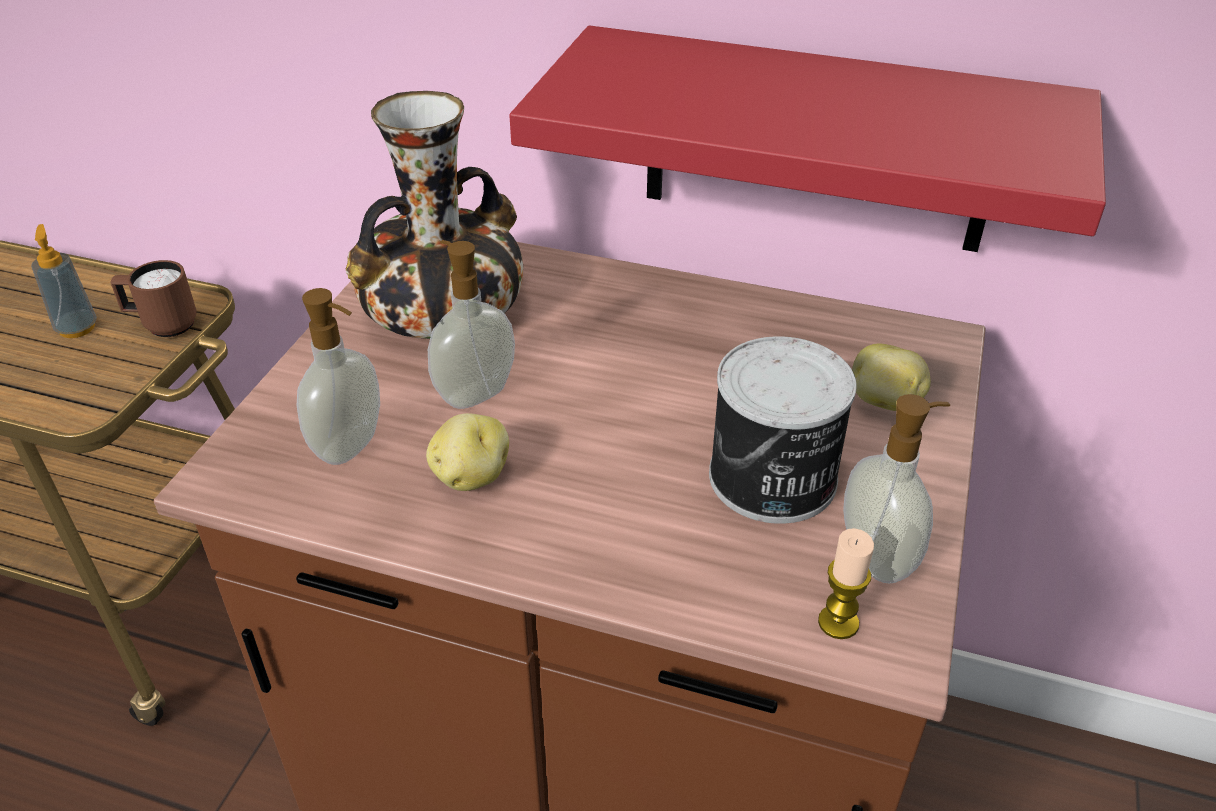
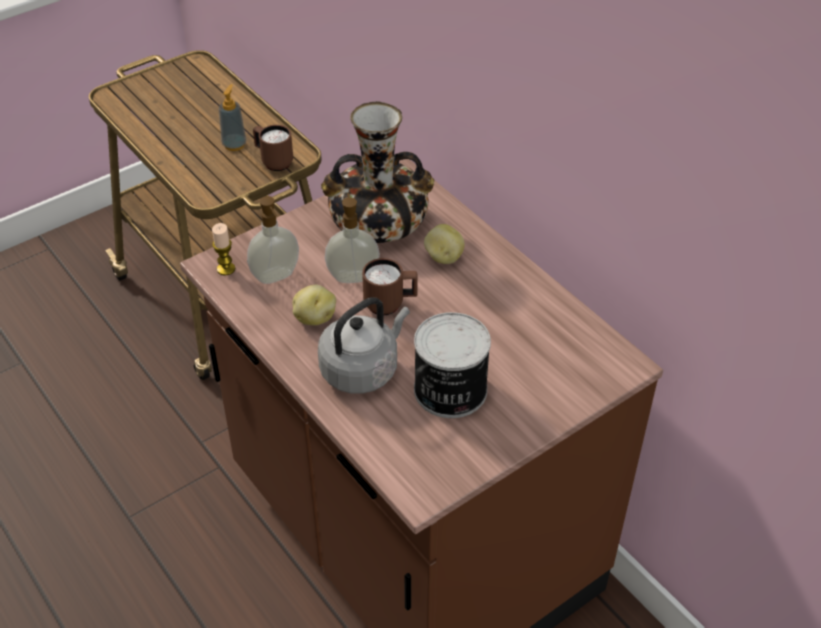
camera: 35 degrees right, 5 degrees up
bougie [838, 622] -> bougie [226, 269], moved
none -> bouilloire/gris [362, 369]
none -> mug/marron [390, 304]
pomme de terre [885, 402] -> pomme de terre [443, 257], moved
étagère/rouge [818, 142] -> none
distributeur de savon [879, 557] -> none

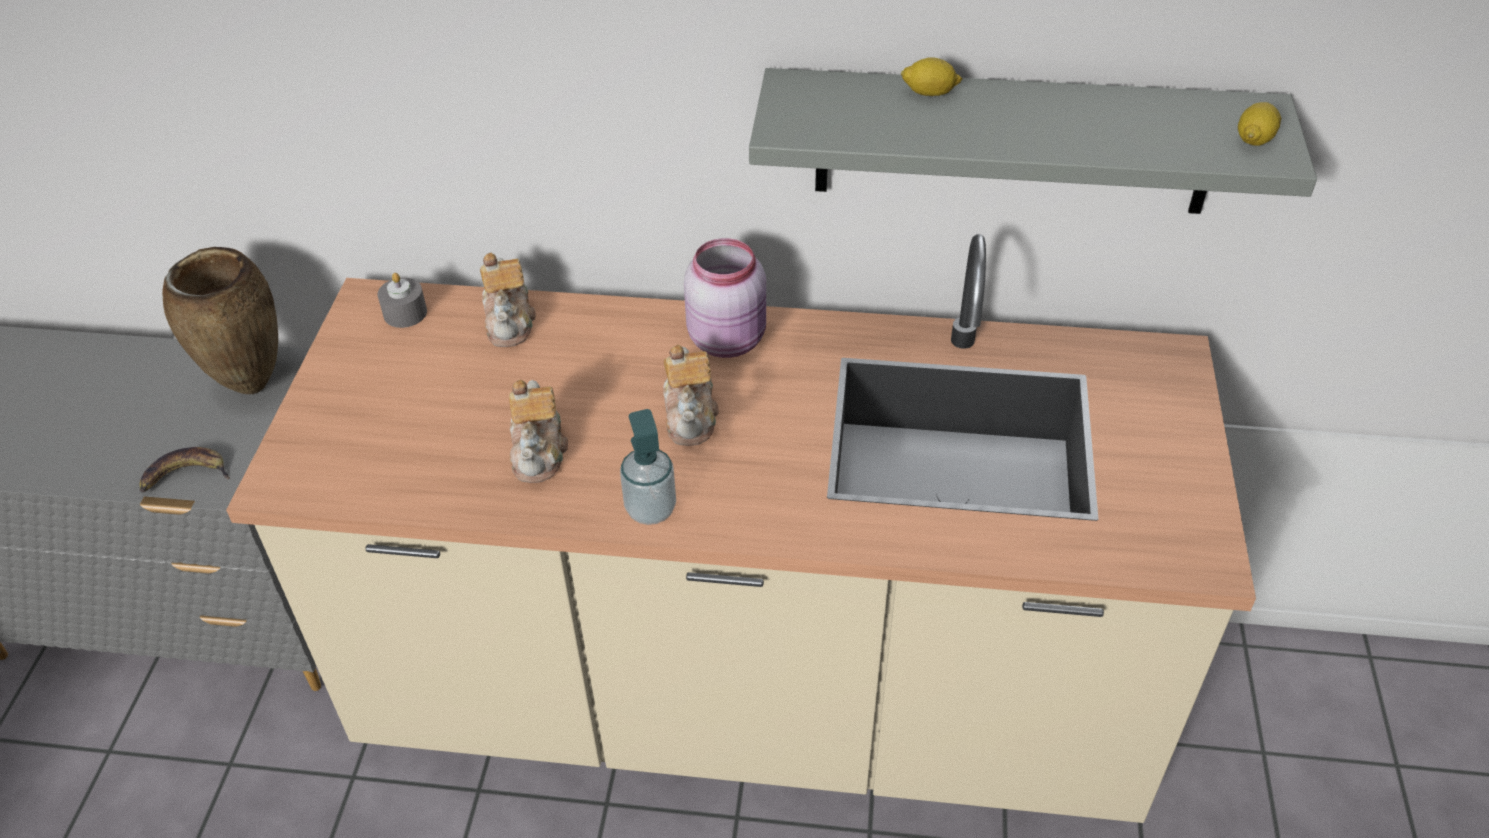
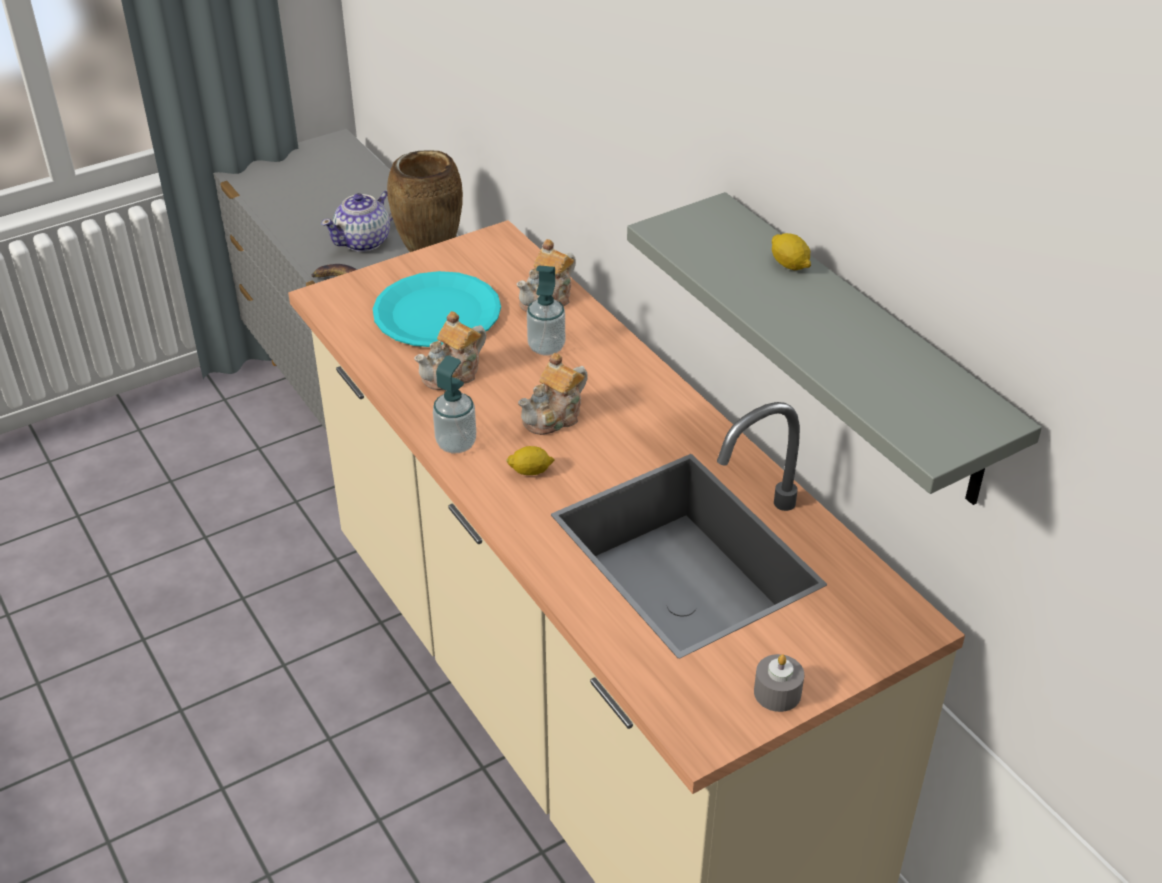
camera: 50 degrees right, 5 degrees down
none -> théière [364, 241]
none -> assiette/turquoise [437, 313]
citron [1254, 140] -> citron [530, 471], moved
none -> distributeur de savon [546, 347]
bougie/gris [405, 313] -> bougie/gris [777, 693], moved
bocal/rose [729, 339] -> none

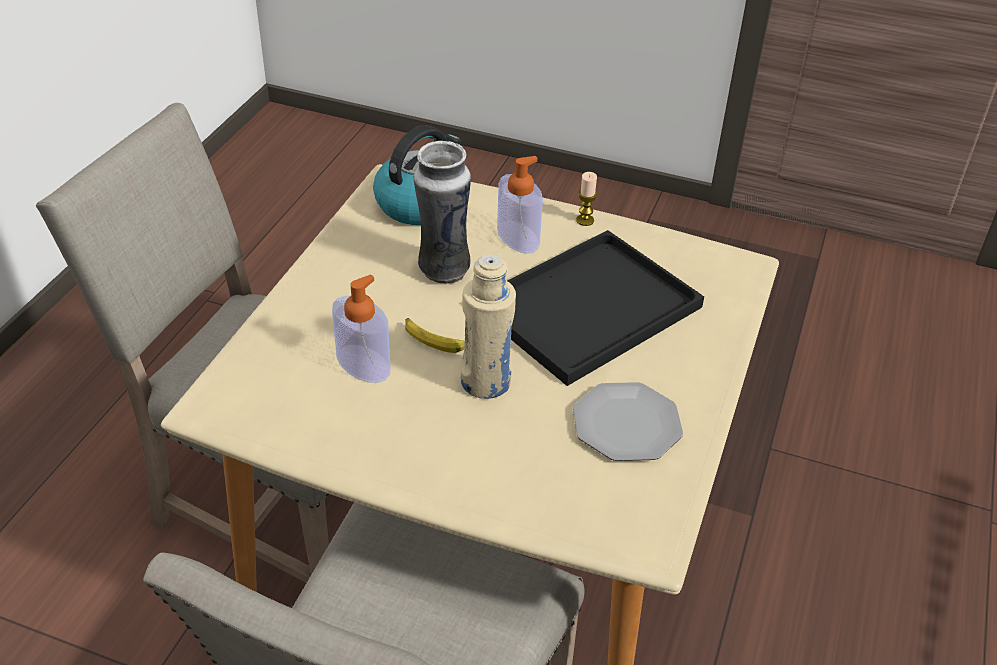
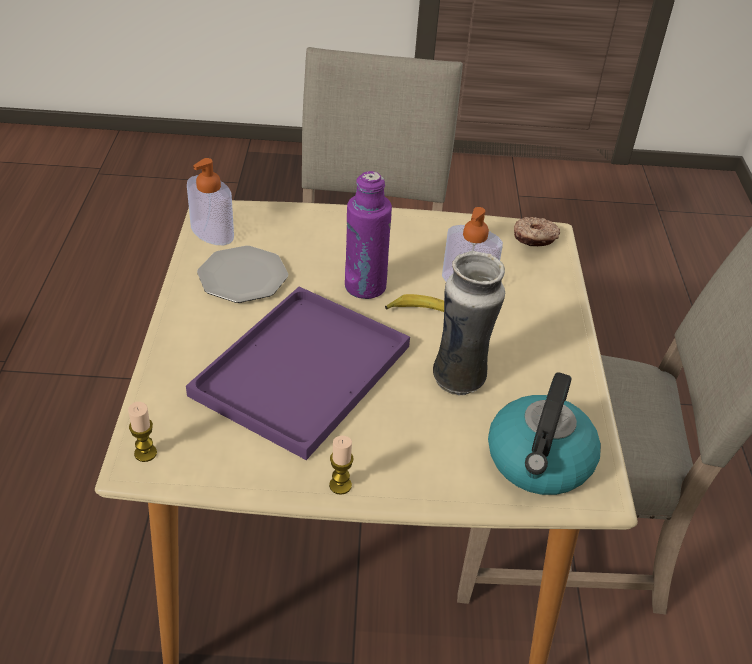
camera: 160 degrees right, 0 degrees up
none -> bougie [145, 453]
plateau/noir [589, 305] -> plateau/violet [301, 373]
distributeur de savon [518, 237] -> distributeur de savon [212, 232], moved
bouteille/beige [486, 382] -> bouteille/violet [365, 286]
none -> beignet [534, 238]

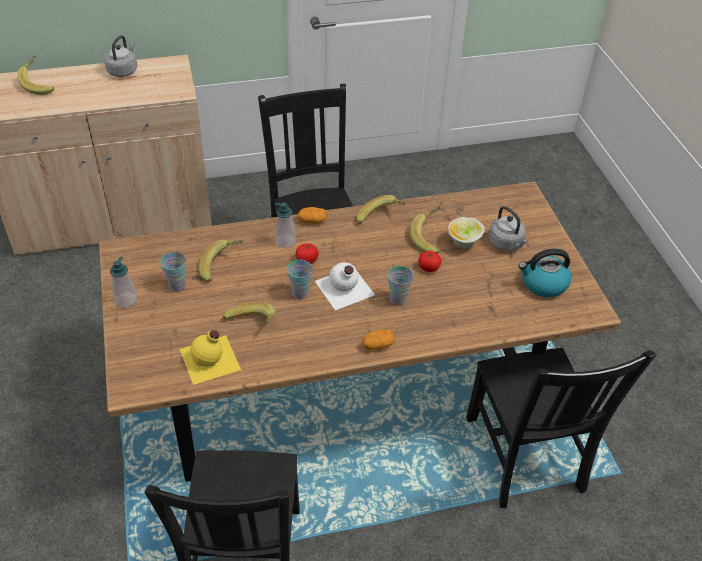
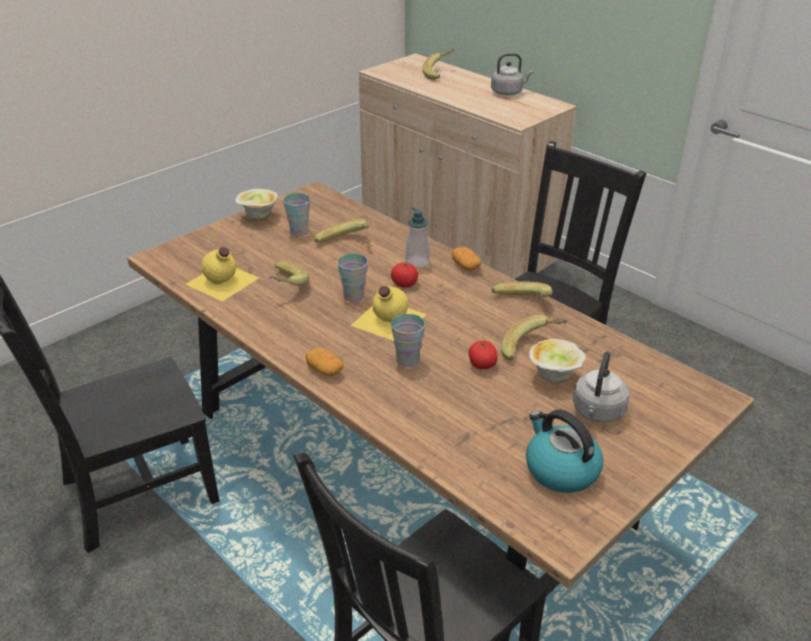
camera: 60 degrees right, 10 degrees down
distributeur de savon [125, 300] -> bol [258, 217]
bouteille/blanc [344, 288] -> bouteille/jaune [387, 320]

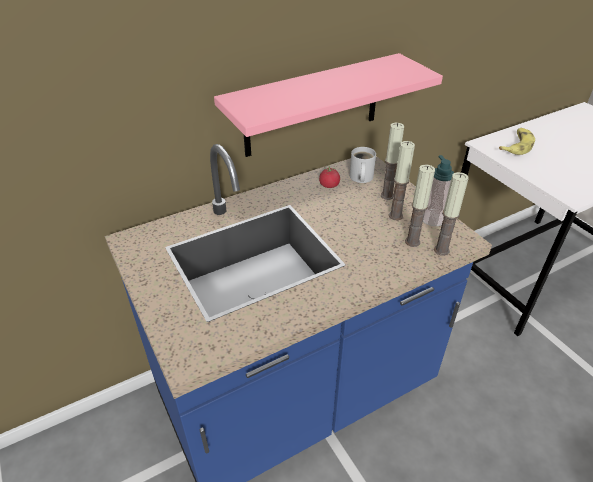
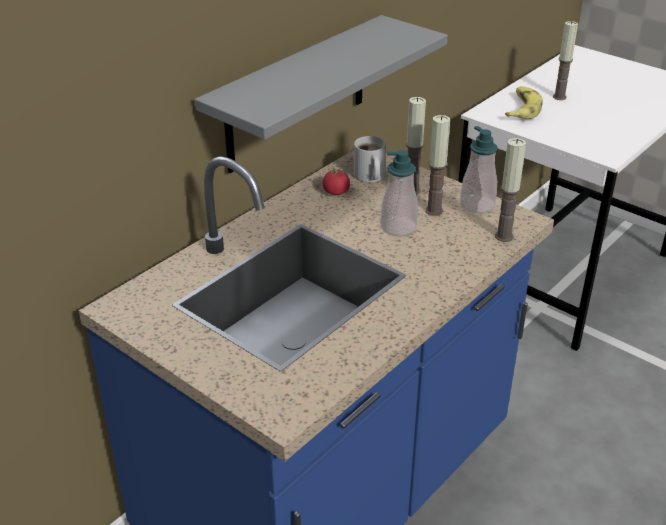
camera: 20 degrees left, 5 degrees down
étagère/rose [313, 106] -> étagère/gris [297, 94]
none -> distributeur de savon [398, 227]
bougie [412, 242] -> bougie [559, 97], moved

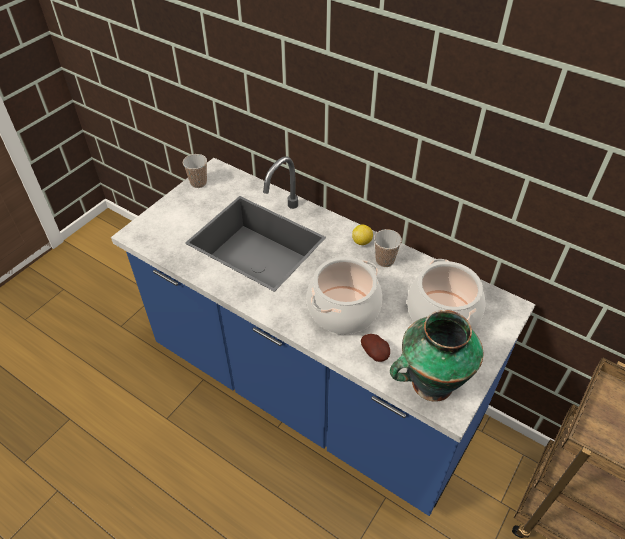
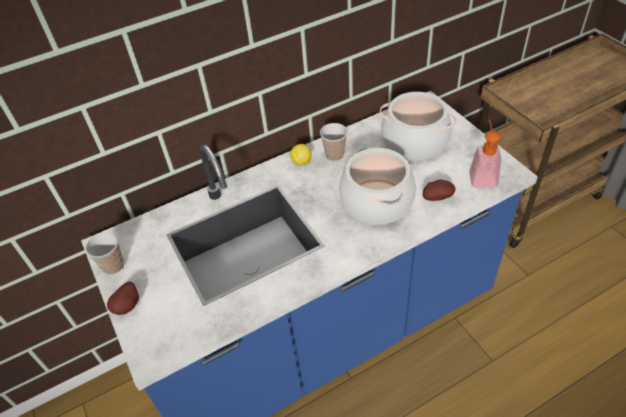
camera: 60 degrees left, 0 degrees up
none -> pomme de terre [129, 306]
vase [430, 384] -> distributeur de savon [482, 175]

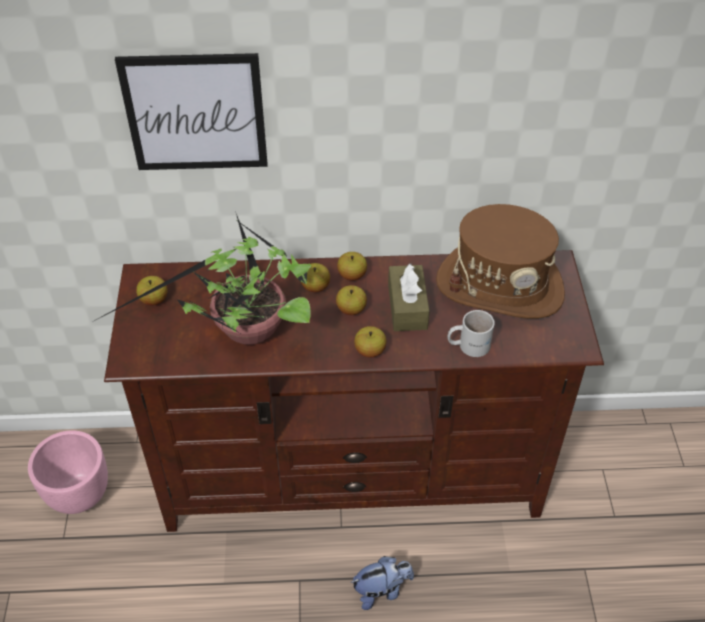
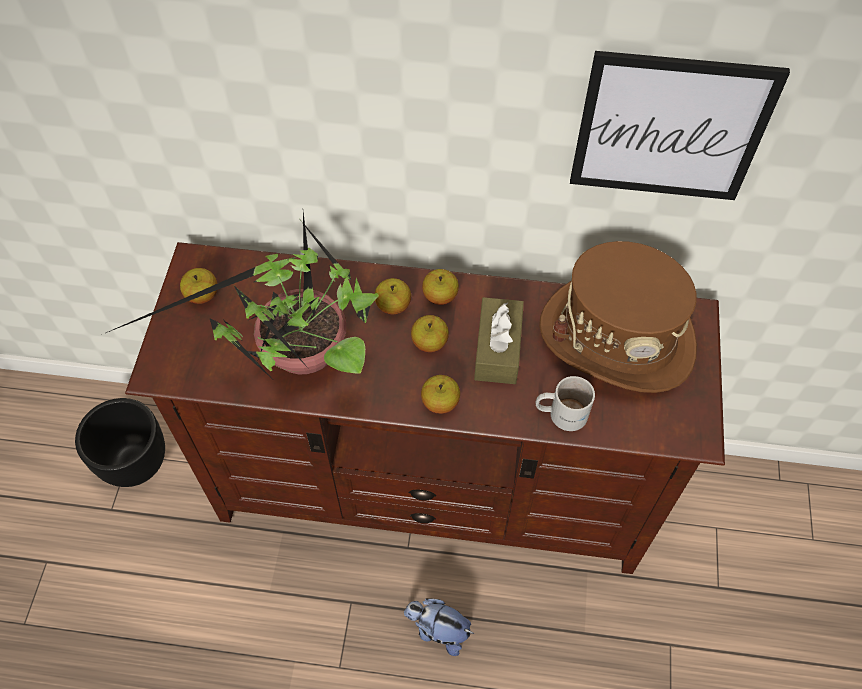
camera: 10 degrees right, 10 degrees up
cache-pot/rose [79, 495] -> cache-pot/noir [135, 463]
peluche [381, 591] -> peluche [438, 630], 150 degrees counterclockwise
tableau [195, 113] -> tableau [670, 128], moved

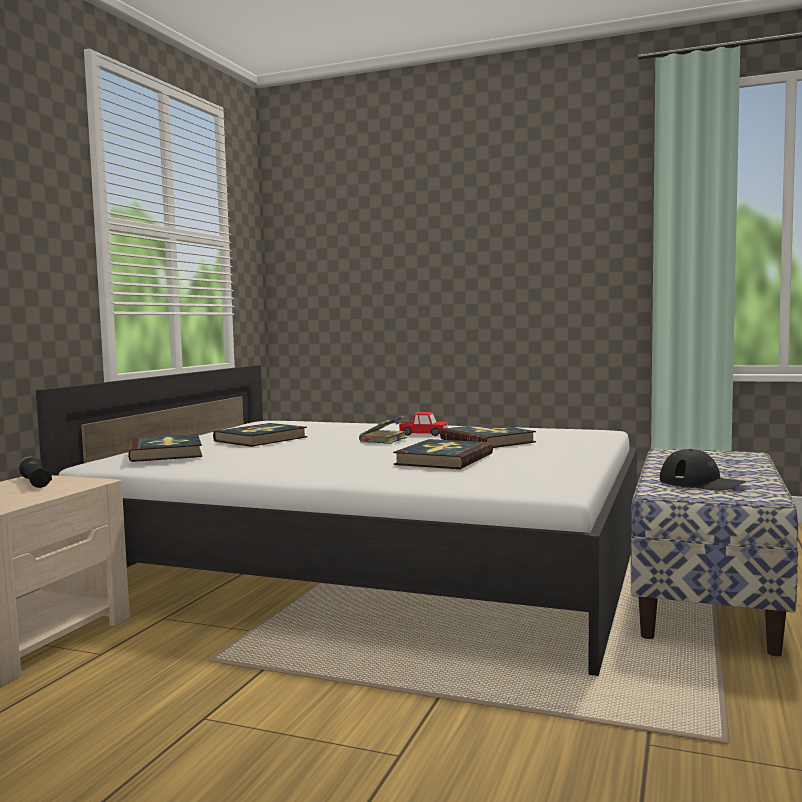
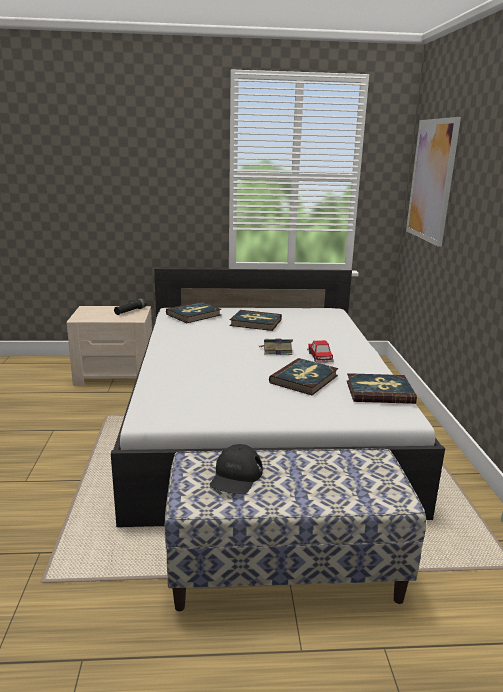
camera: 65 degrees right, 15 degrees up
livre [443, 459] -> livre [379, 392], moved
none -> tableau [432, 180]

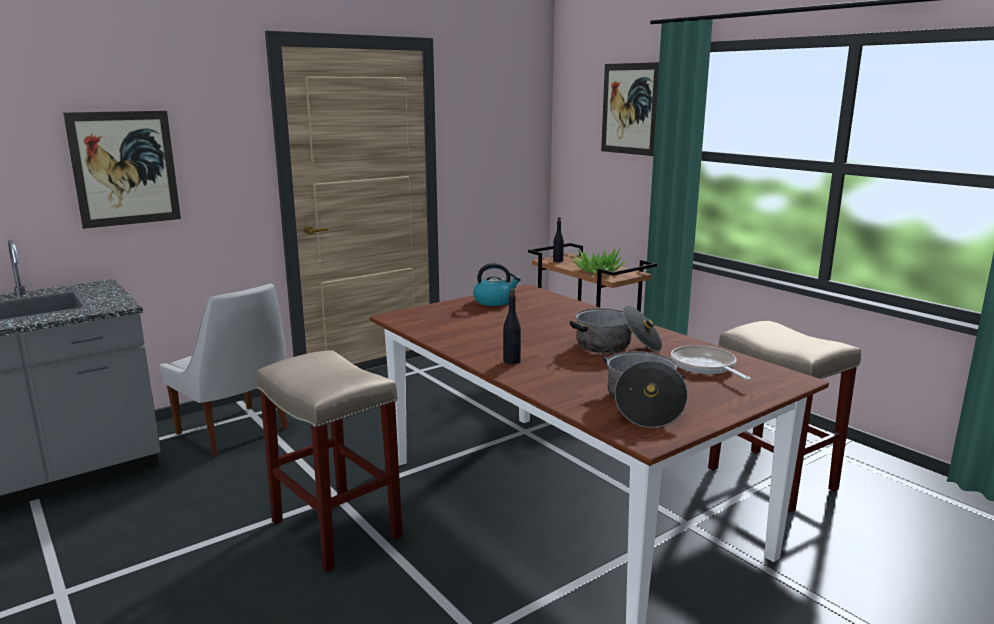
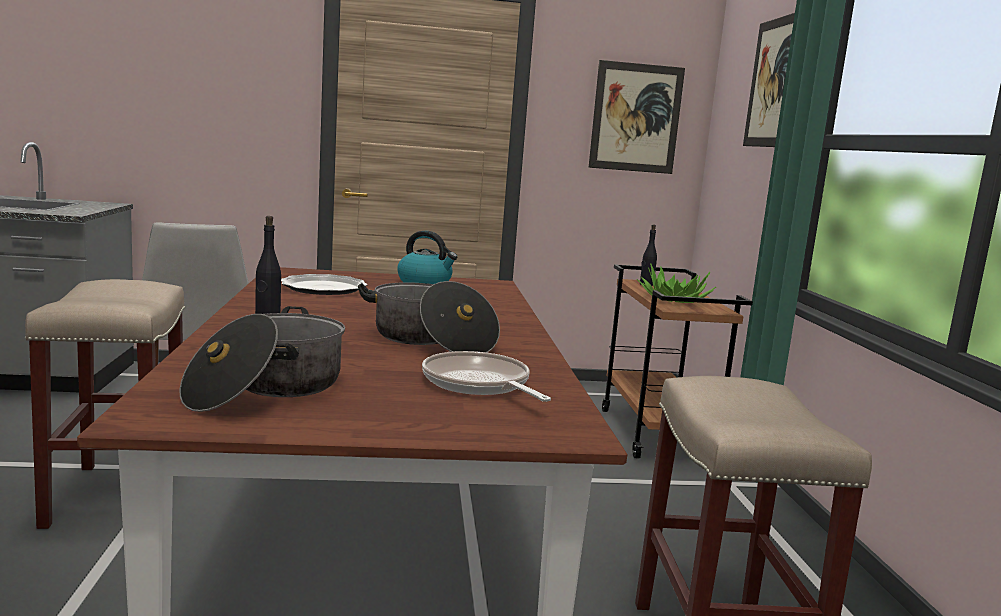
camera: 30 degrees right, 5 degrees down
none -> assiette [323, 288]
poêle [705, 367] -> poêle [479, 384], 45 degrees counterclockwise
tableau [125, 168] -> tableau [636, 118], moved

